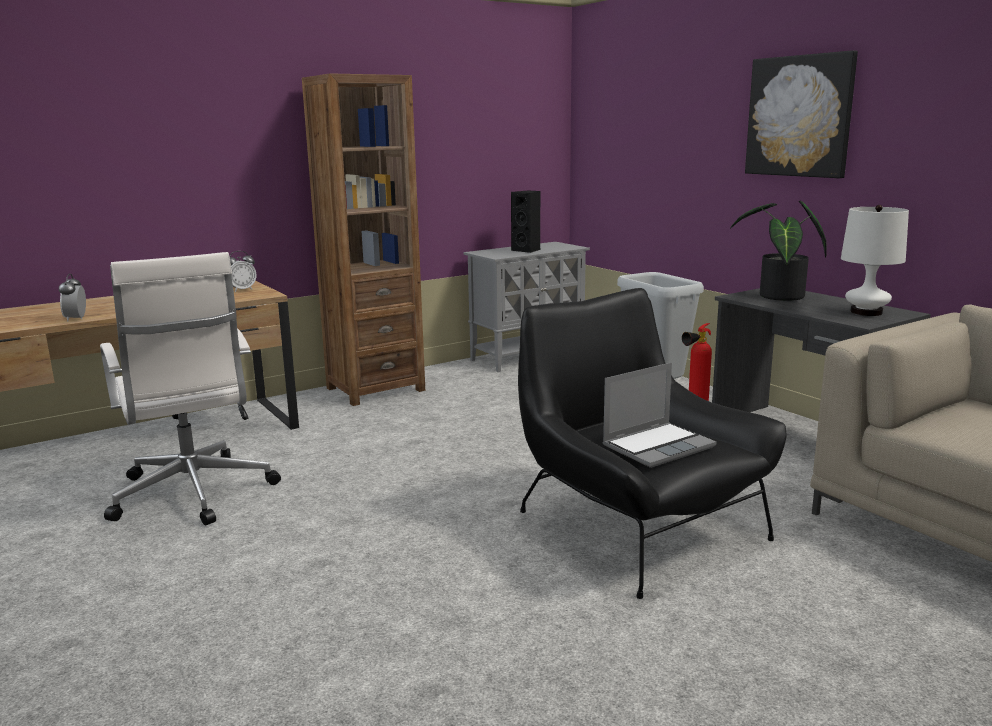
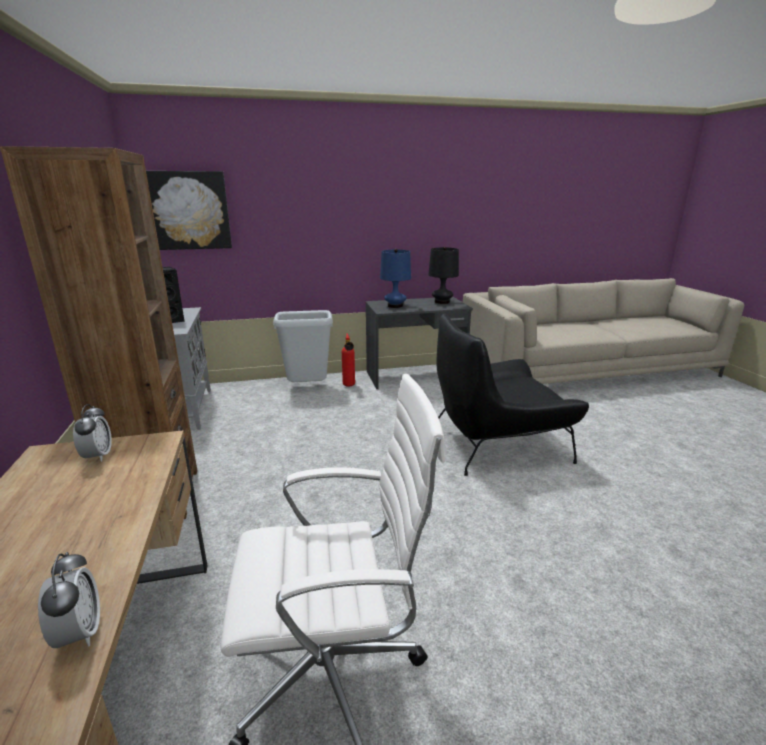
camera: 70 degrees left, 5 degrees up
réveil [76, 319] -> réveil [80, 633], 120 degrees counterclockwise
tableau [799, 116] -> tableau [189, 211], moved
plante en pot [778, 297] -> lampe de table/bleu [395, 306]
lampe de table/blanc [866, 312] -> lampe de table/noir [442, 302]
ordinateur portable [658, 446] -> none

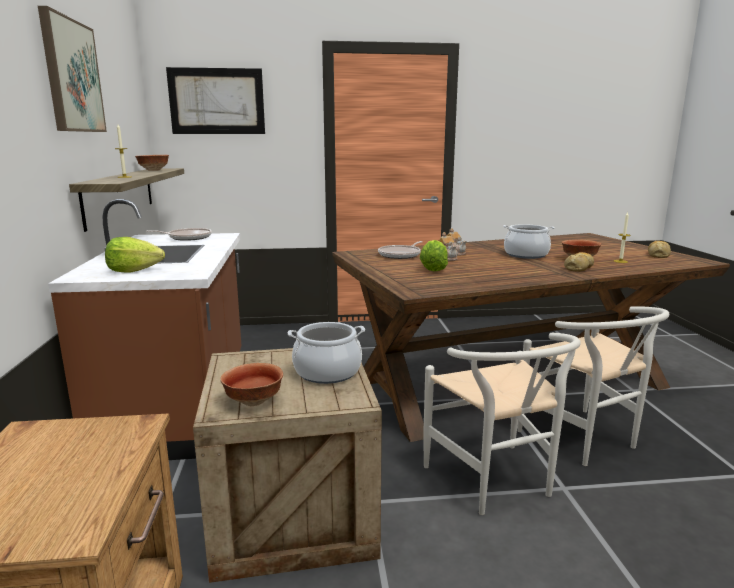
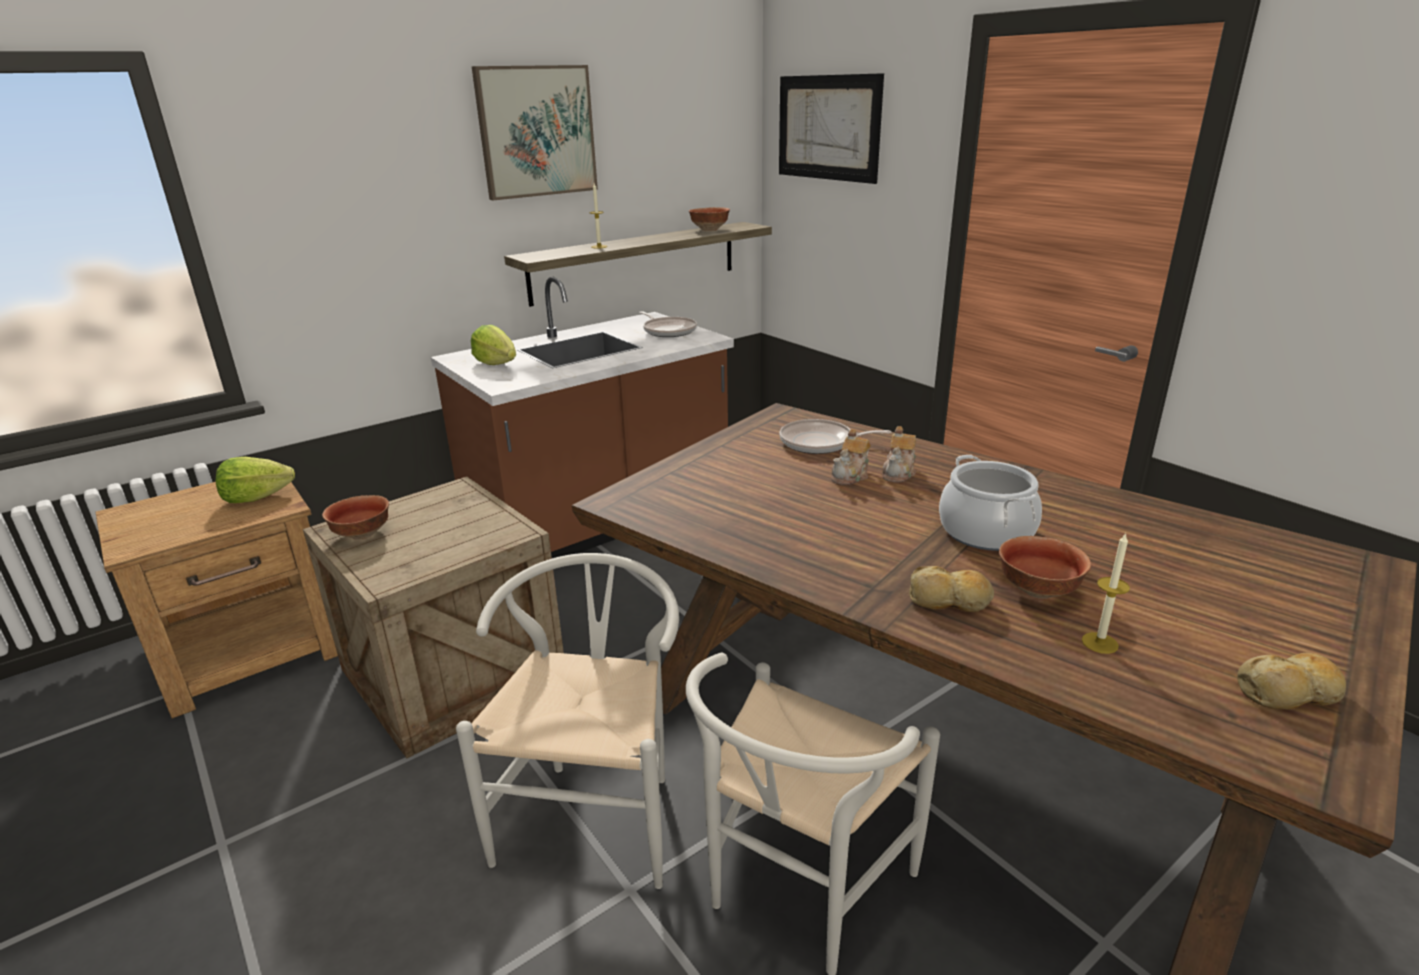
camera: 60 degrees right, 10 degrees up
laitue [433, 268] -> laitue [257, 497], moved
chaise/blanc [496, 483] -> chaise/blanc [596, 811], 150 degrees clockwise
marmite [327, 372] -> none

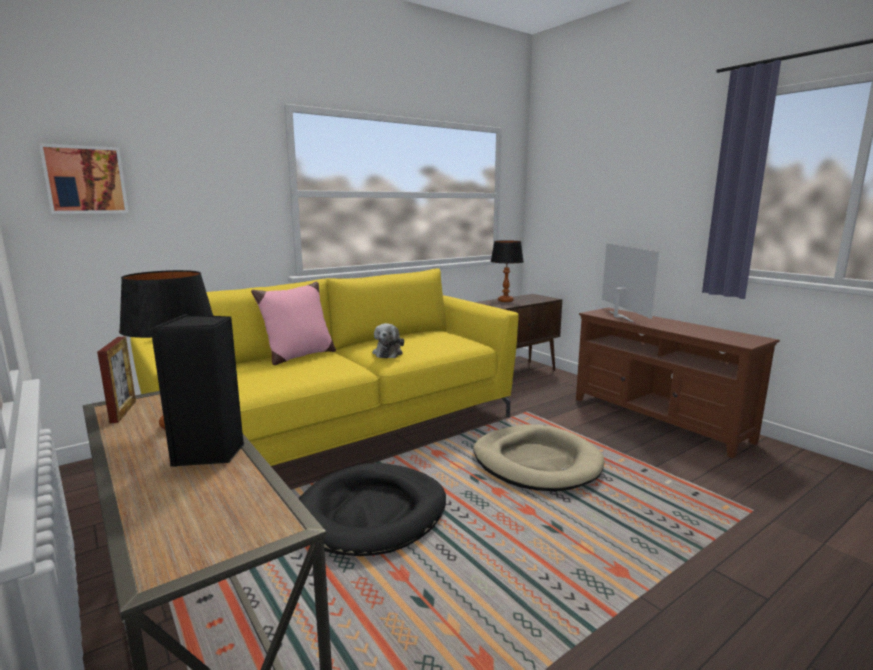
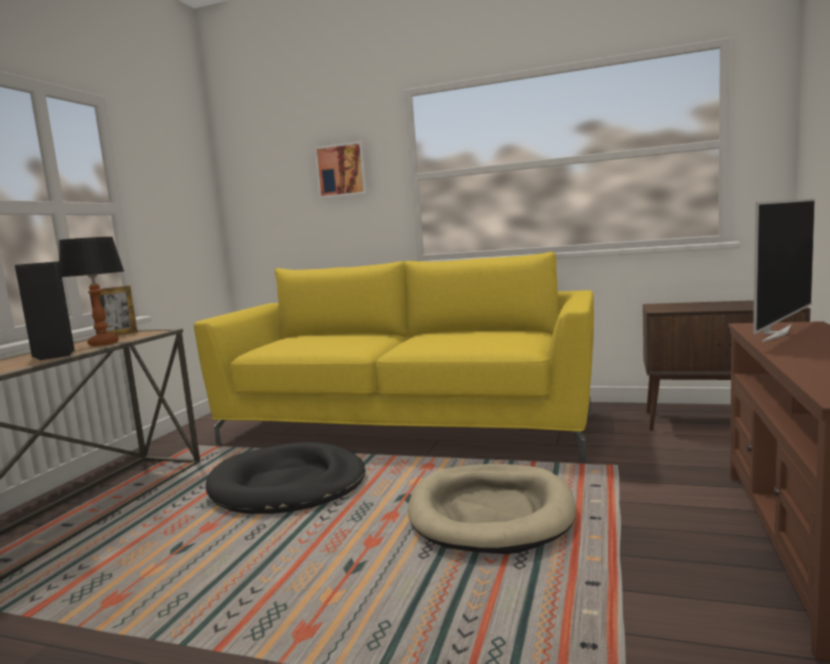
camera: 55 degrees right, 5 degrees down
tableau [85, 180] -> tableau [342, 170], moved
coussin/rose [298, 356] -> none
peluche [388, 353] -> none
lampe de table [505, 301] -> none

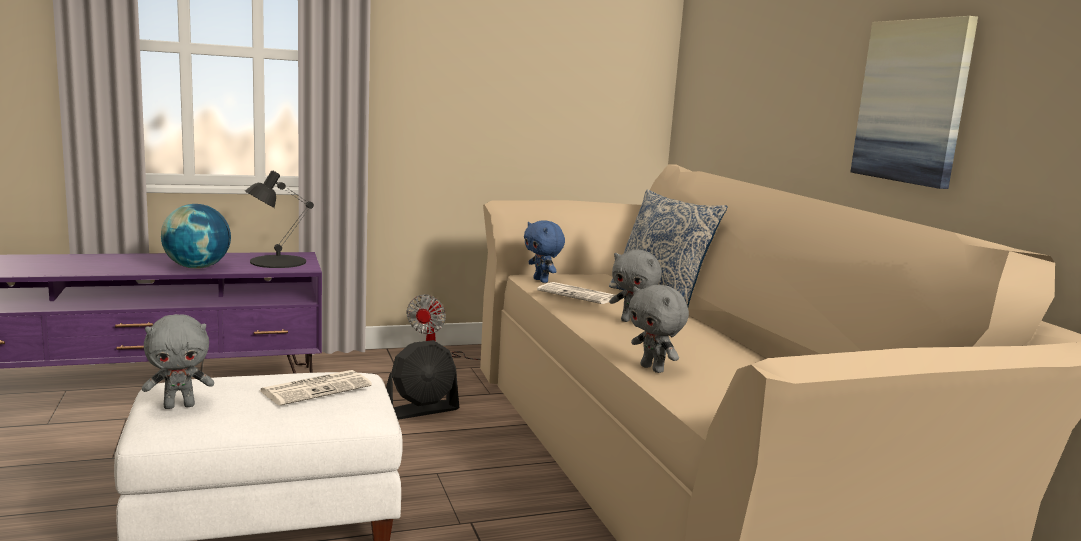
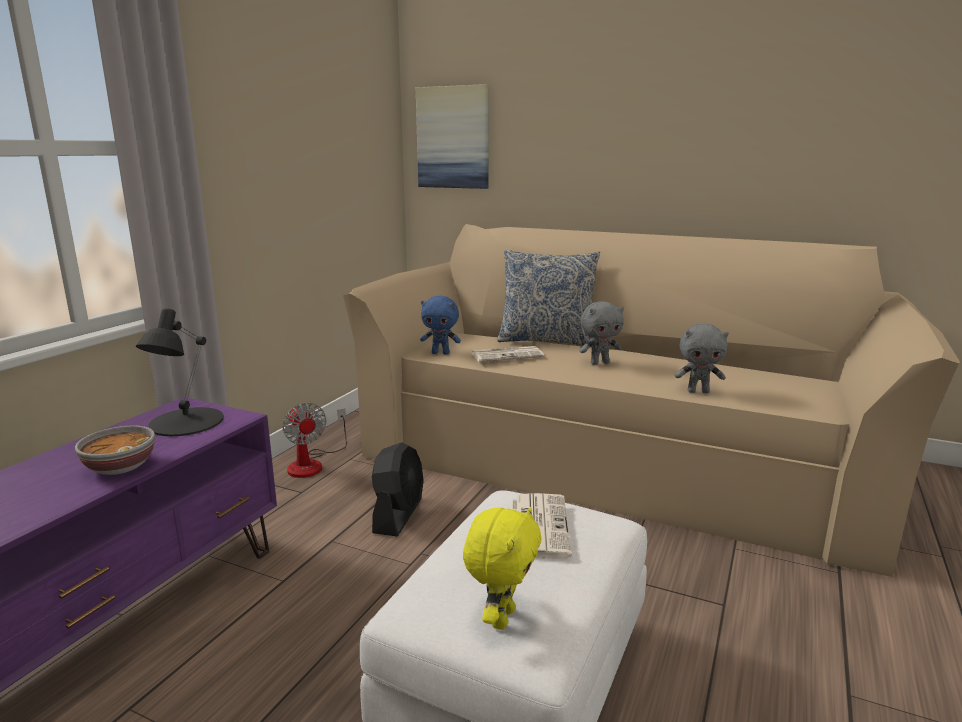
camera: 45 degrees left, 5 degrees up
globe [197, 267] -> bol [120, 467]
tableau [912, 101] -> tableau [453, 138], moved
peluche/gris [179, 406] -> peluche/jaune [501, 617]

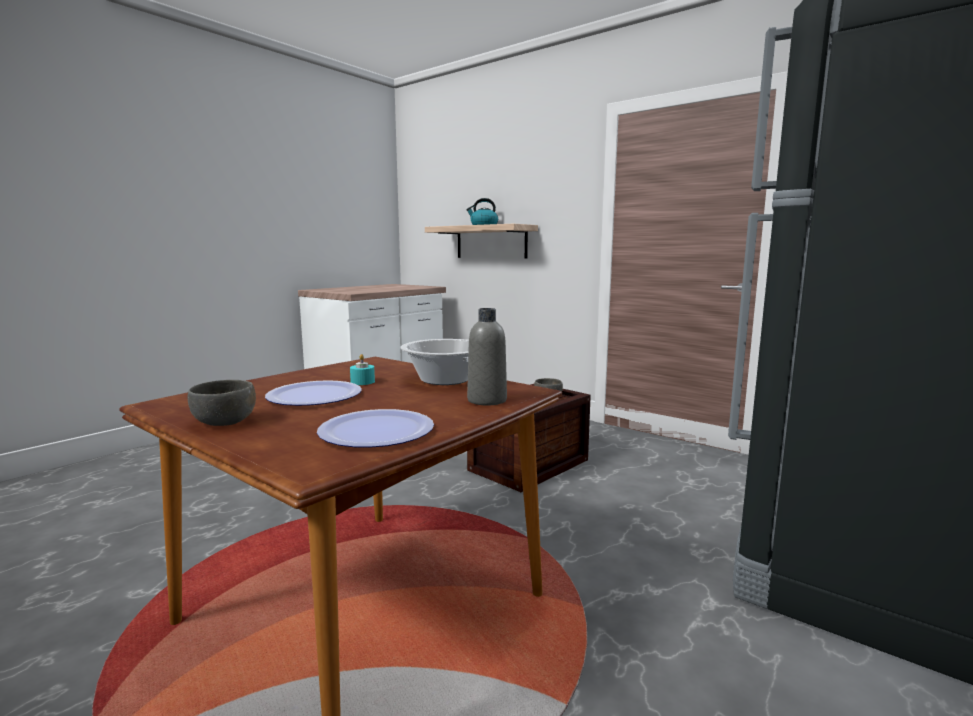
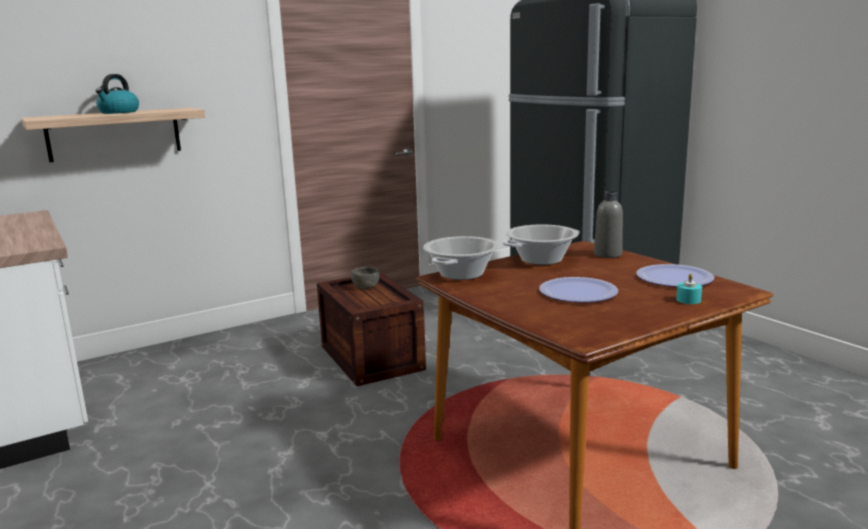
camera: 70 degrees left, 5 degrees up
none -> marmite [461, 274]
bougie/turquoise [362, 382] -> bougie/turquoise [688, 300], moved
bol/gris [225, 422] -> none

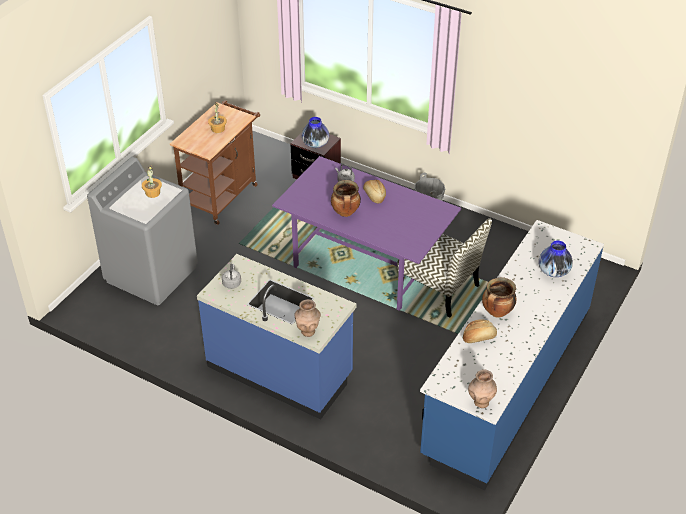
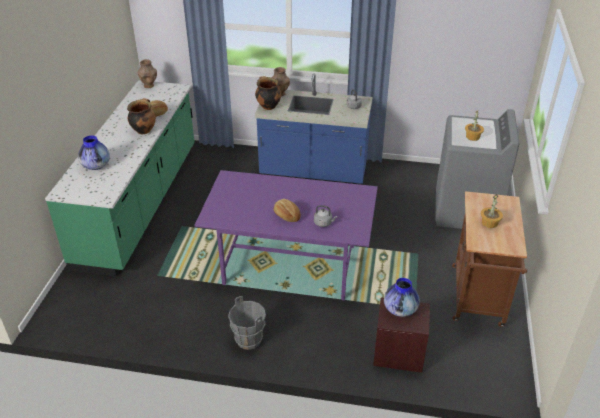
camera: 160 degrees right, 5 degrees down
comptoir de cuisine/bleu [507, 382] -> comptoir de cuisine/vert [140, 203]
marmite [346, 213] -> marmite [268, 106], moved
chaise [440, 289] -> none

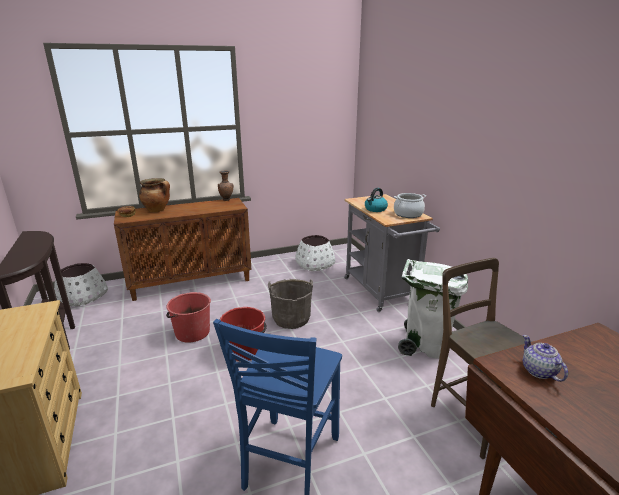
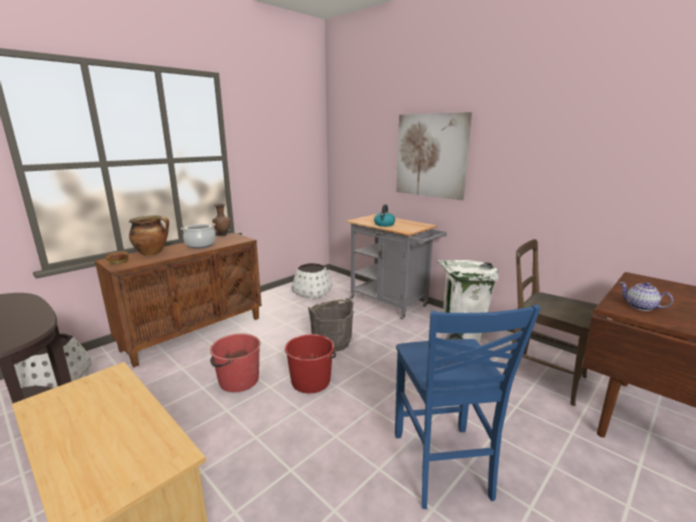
camera: 25 degrees left, 5 degrees down
marmite [408, 214] -> marmite [200, 245], moved
none -> tableau [431, 155]

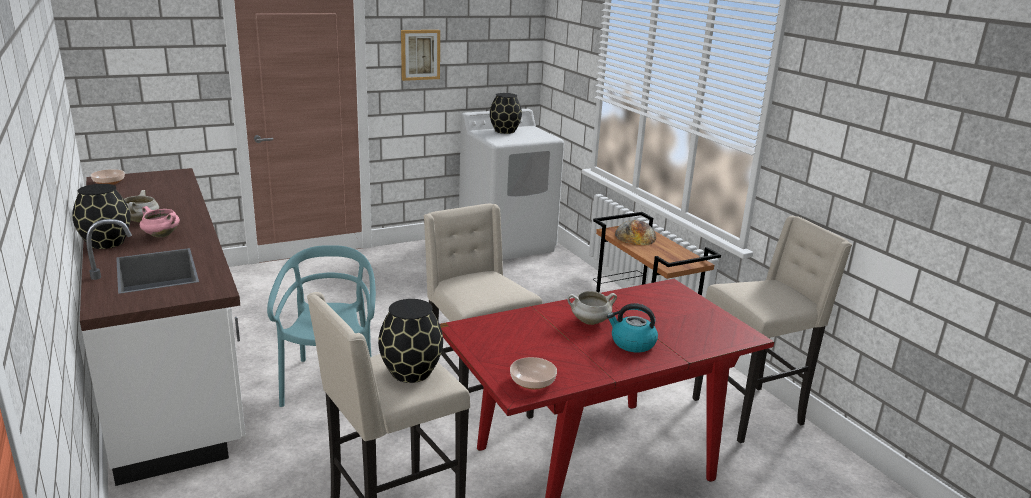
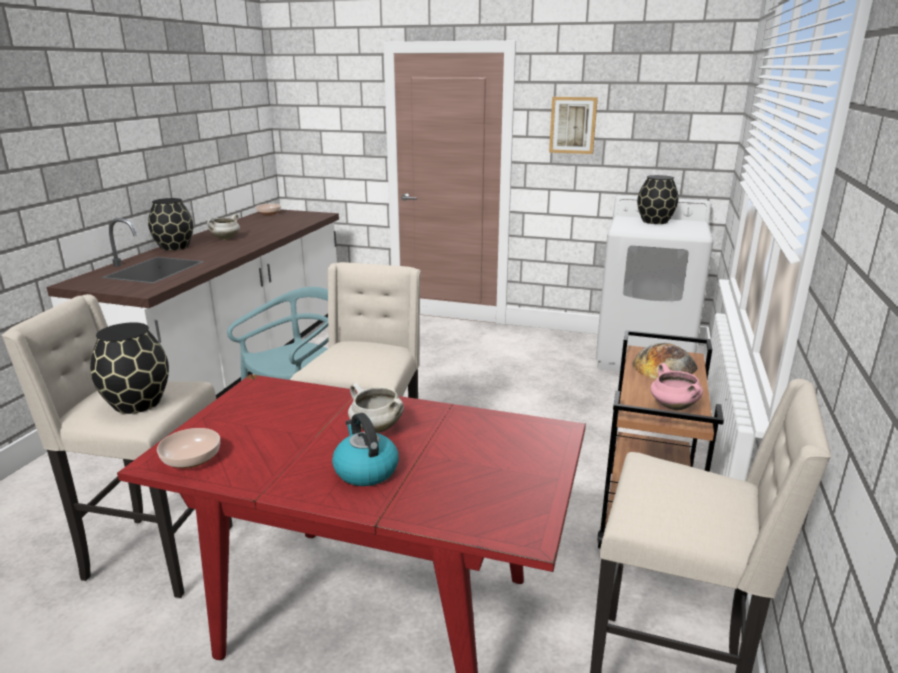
camera: 45 degrees right, 0 degrees up
marmite/rose [160, 235] -> marmite/rose [672, 406], moved

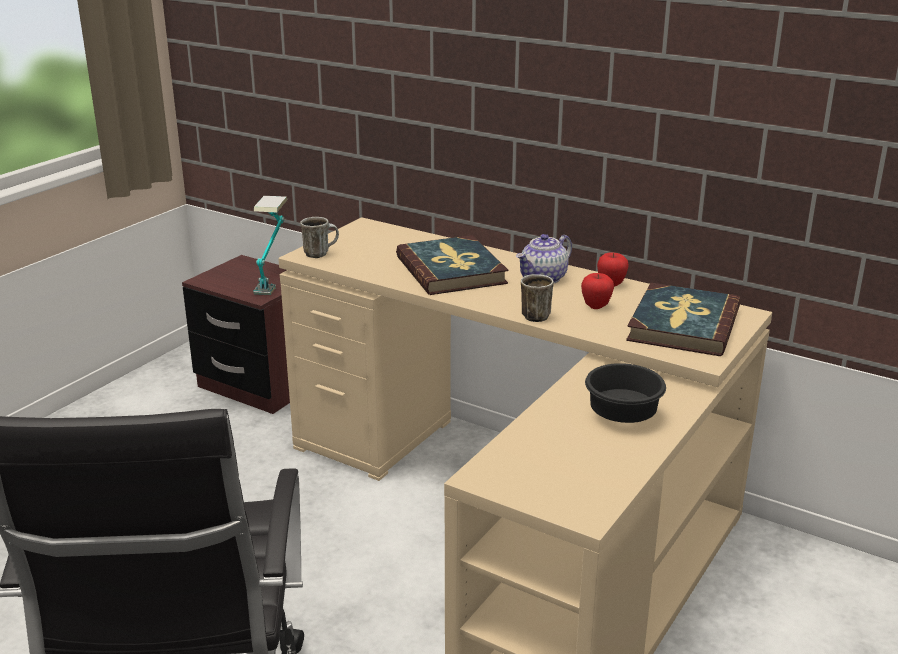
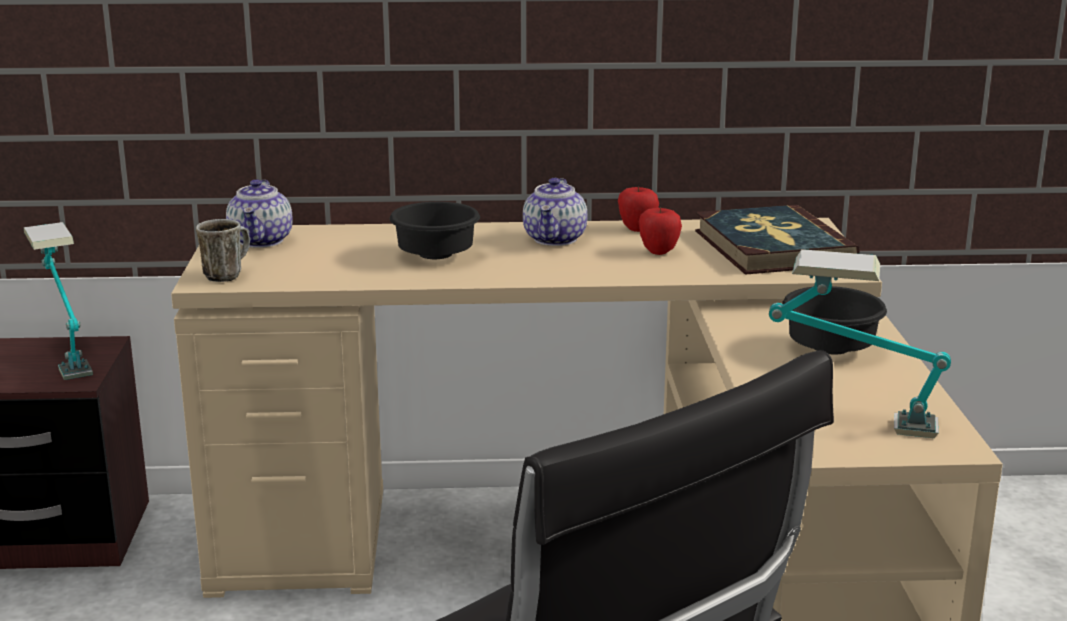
camera: 35 degrees left, 5 degrees down
none -> théière [262, 241]
livre [451, 270] -> bol/noir [434, 255]
none -> lampe de table [851, 421]
mug [535, 315] -> none

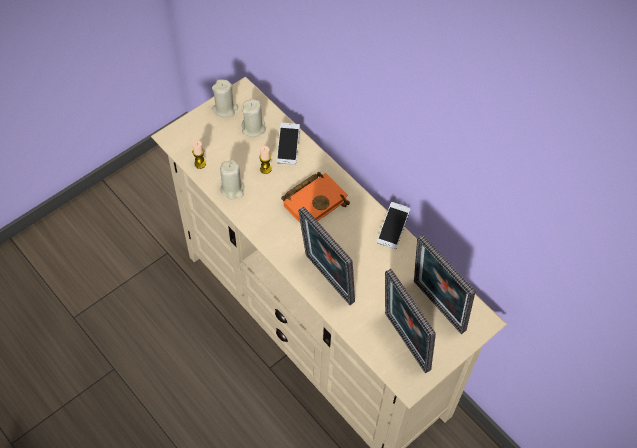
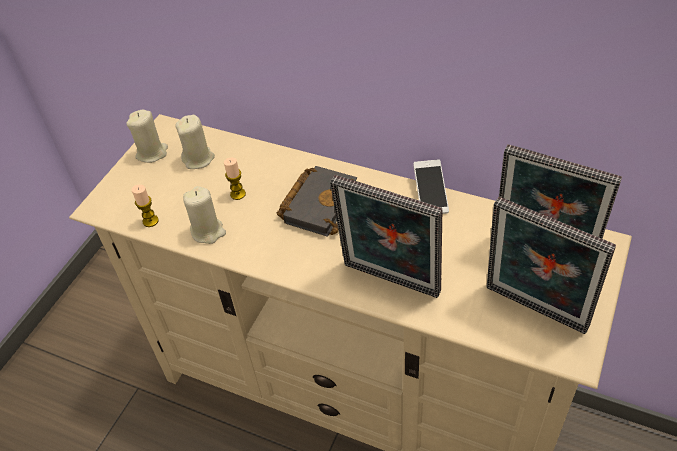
camera: 20 degrees left, 10 degrees down
livre/orange [315, 201] -> livre/noir [319, 203]
téléphone [288, 147] -> none

